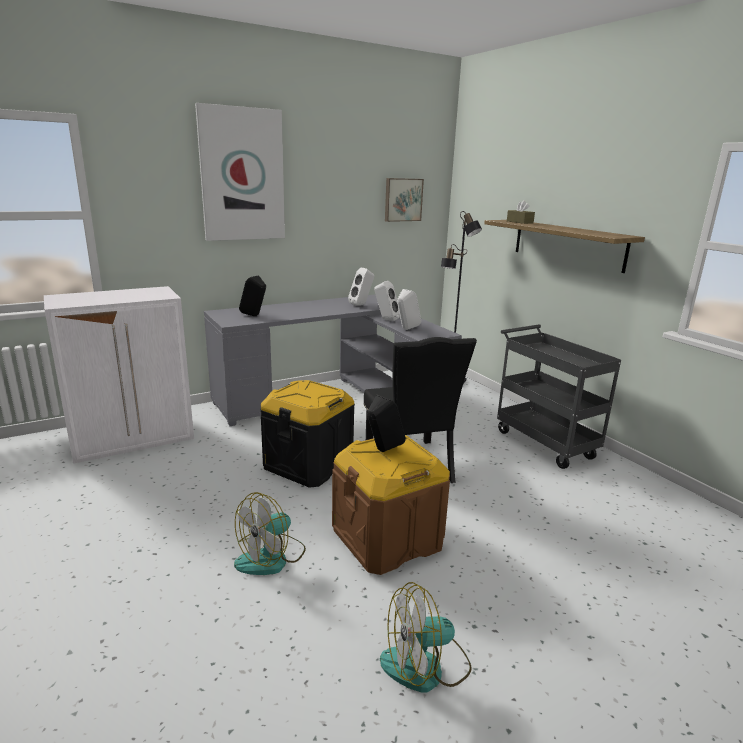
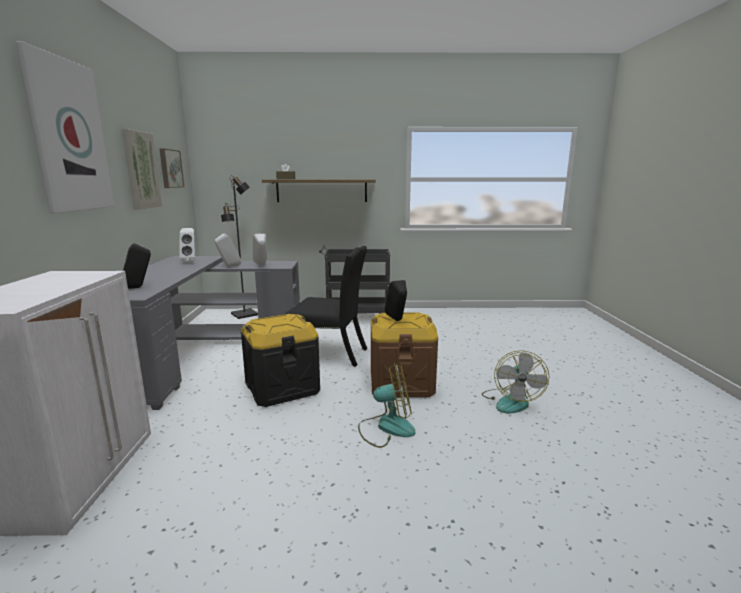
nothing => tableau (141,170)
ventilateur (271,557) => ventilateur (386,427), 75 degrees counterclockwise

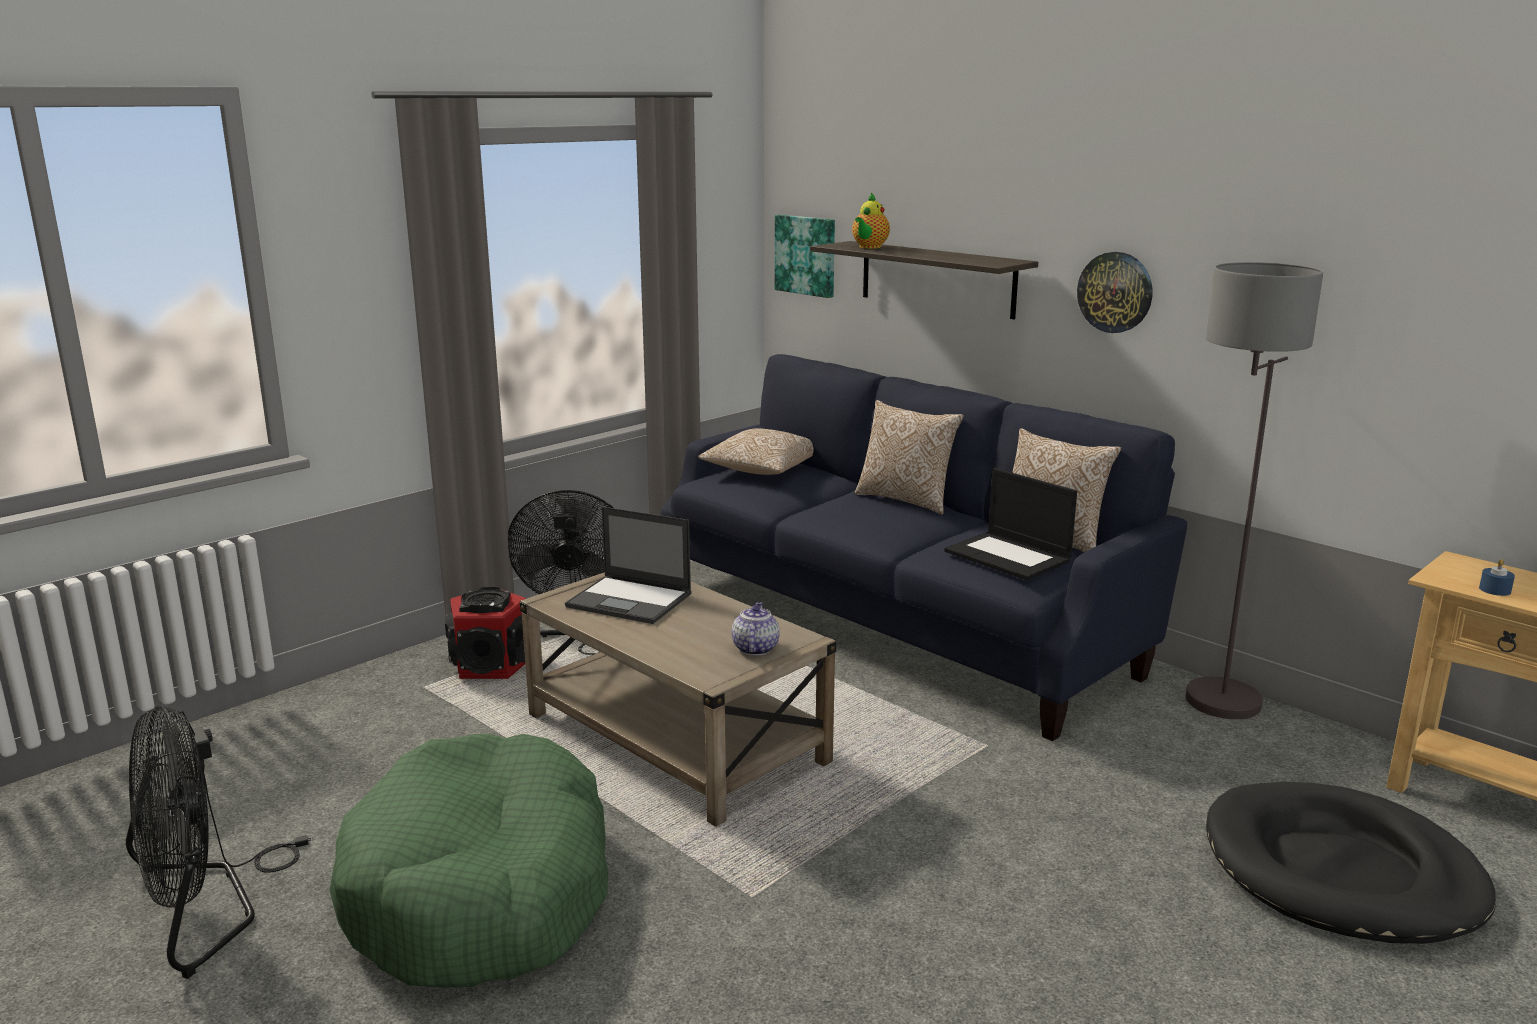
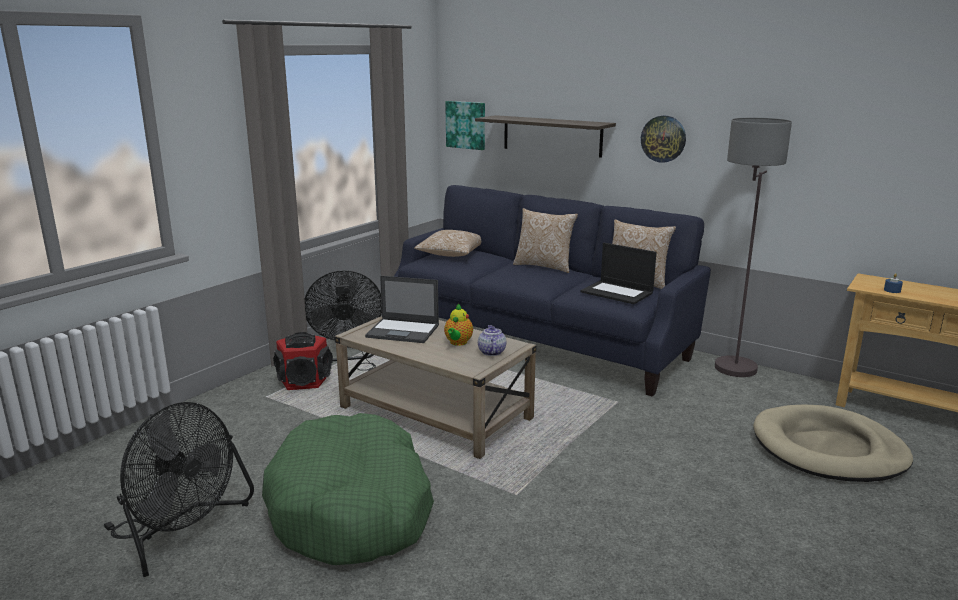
ventilateur/noir (209,901) => ventilateur/noir (177,532), 105 degrees counterclockwise
théière (869,247) => théière (458,343), moved
panier pour chien/noir (1341,871) => panier pour chien/beige (828,449)

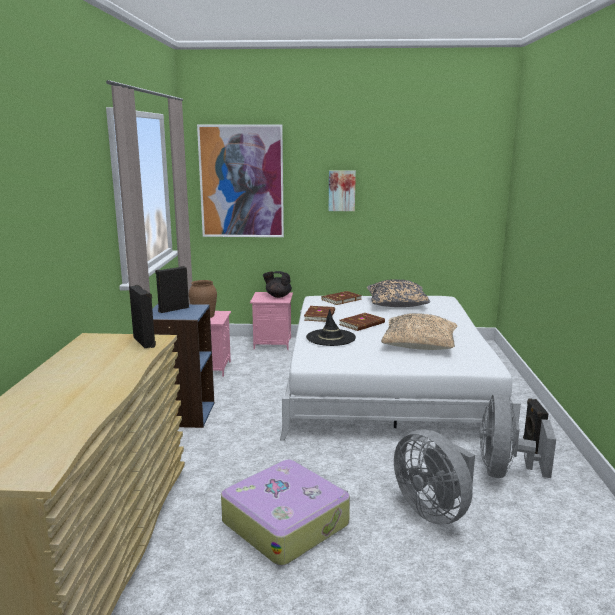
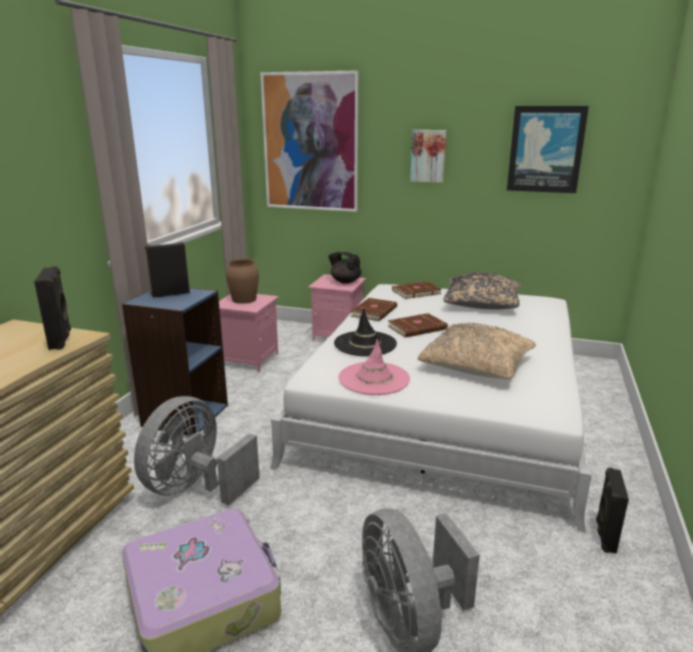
ventilateur/gris (505,471) => ventilateur/gris (195,487), moved
nothing => chapeau/rose (374,378)
nothing => tableau (545,149)

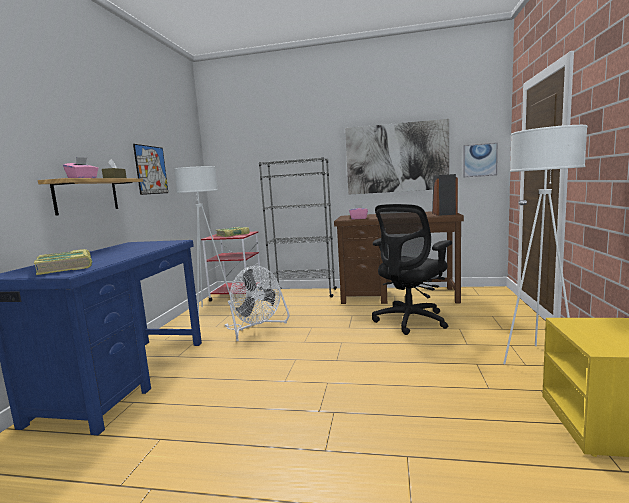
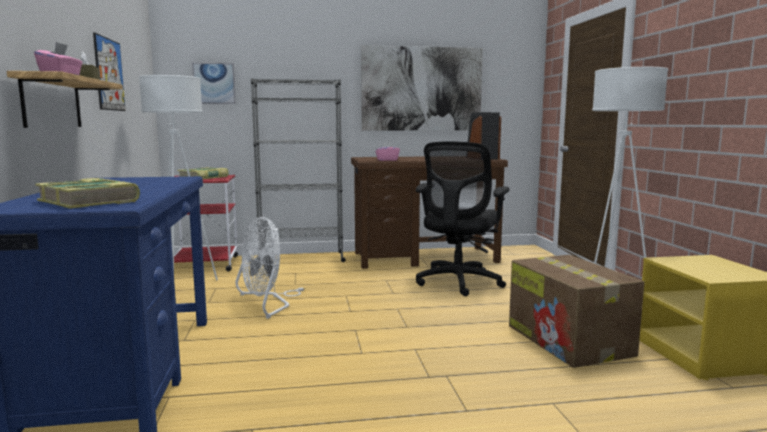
tableau (479,160) => tableau (214,83), moved
ventilateur/blanc (254,329) => ventilateur/blanc (269,302), 120 degrees clockwise
nothing => carton (570,341)

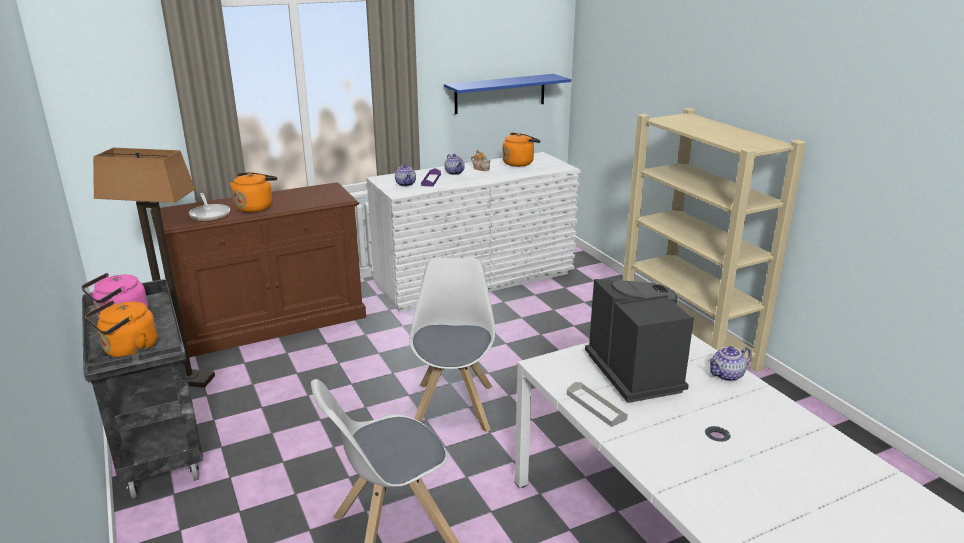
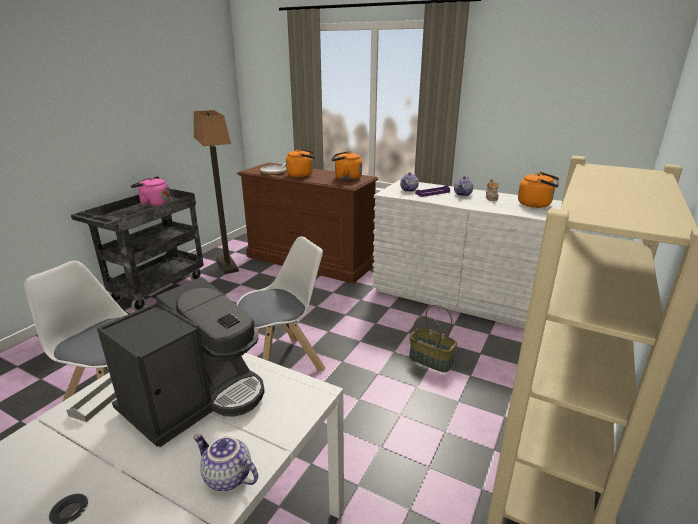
bouilloire/orange (128,350) => bouilloire/orange (346,178), moved
nothing => panier (431,360)
étagère/bleu (500,93) => nothing

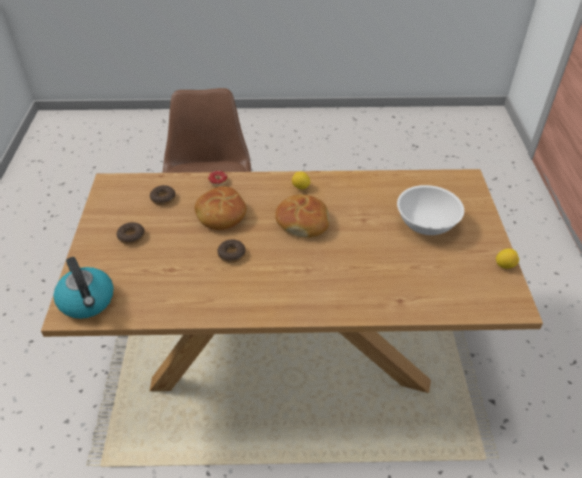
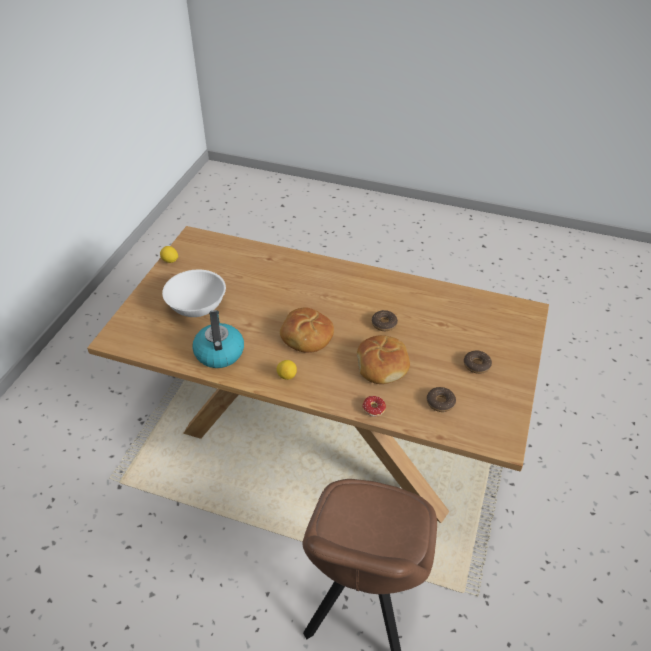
bouilloire (88,301) => bouilloire (219,352), moved

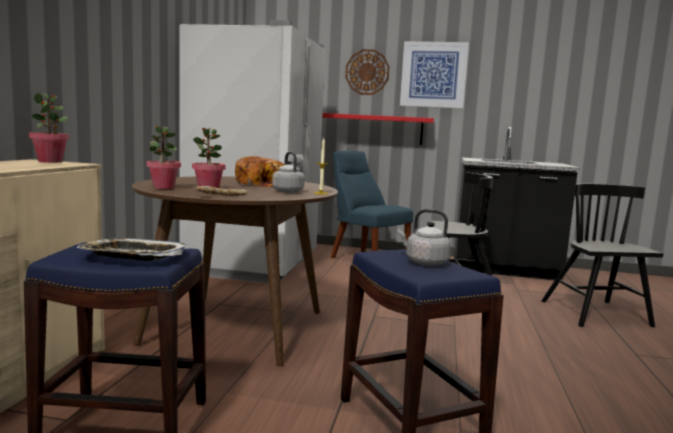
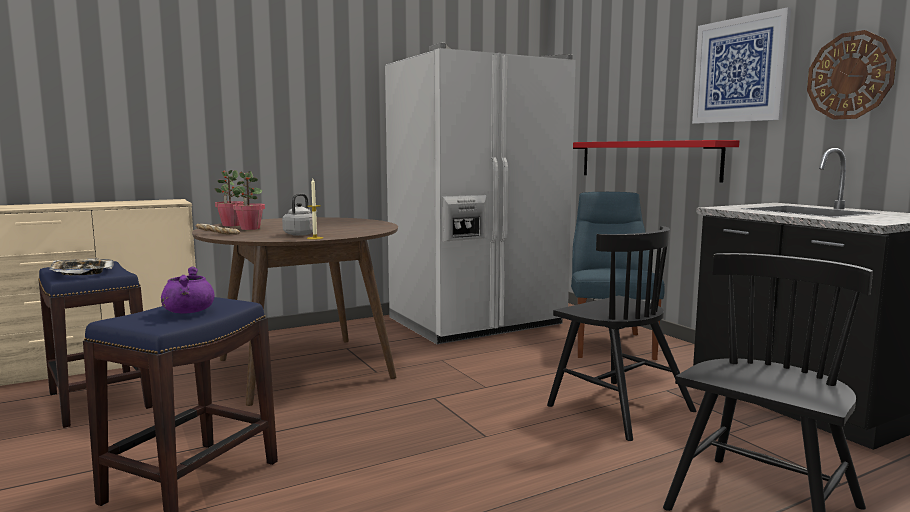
bouilloire/gris (424,262) => marmite/violet (188,311)
horloge murale (367,72) => horloge murale (850,76), moved
plante en pot (50,161) => nothing
pain (263,184) => nothing

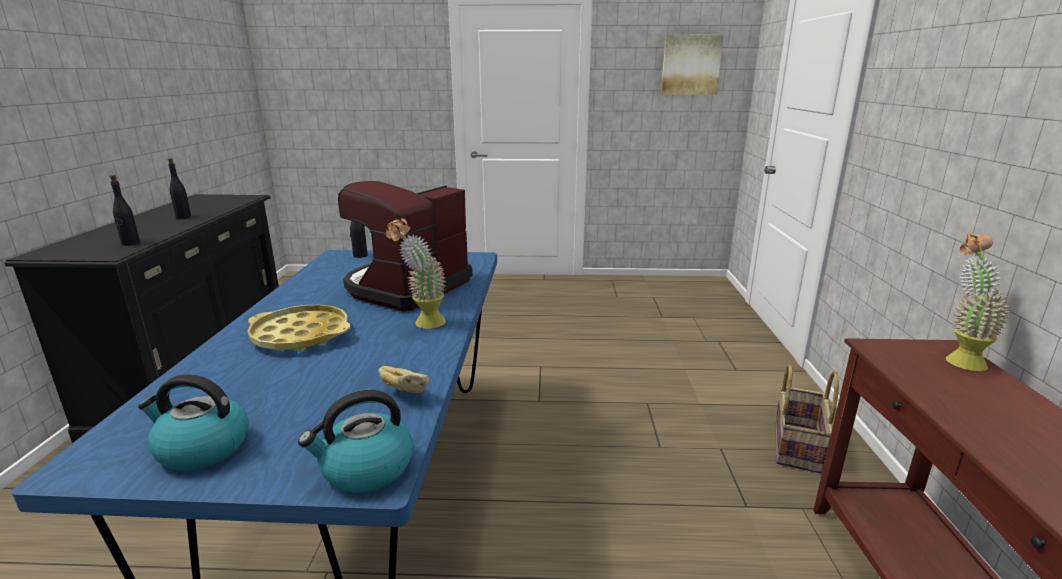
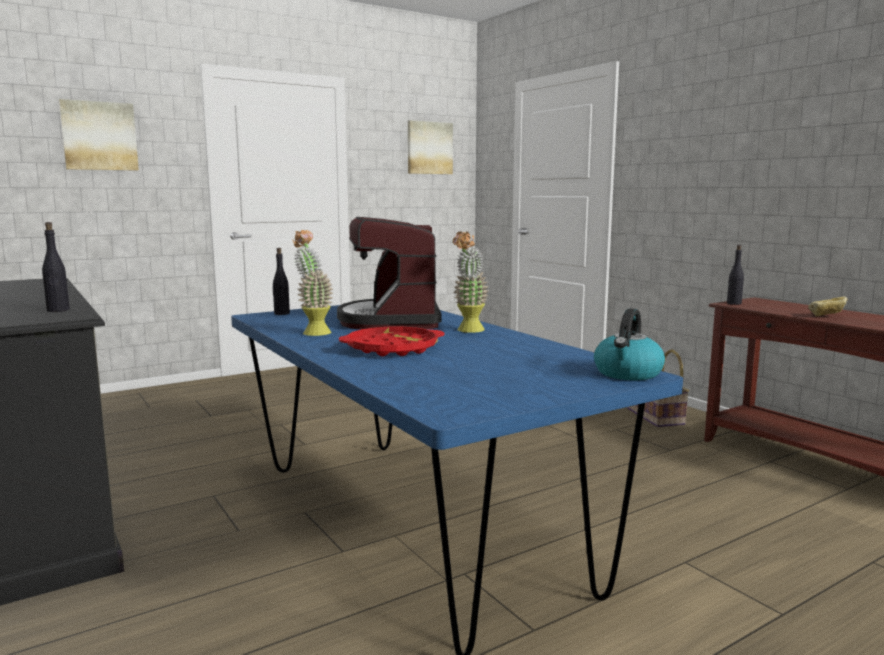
nothing => tableau (99,136)
plante en pot (958,358) => plante en pot (313,332), moved
plateau/jaune (301,335) => plateau/rouge (392,349)
bouteille/noir (183,216) => bouteille/noir (734,303), moved
pain (404,394) => pain (826,317), moved
bouilloire (202,448) => nothing

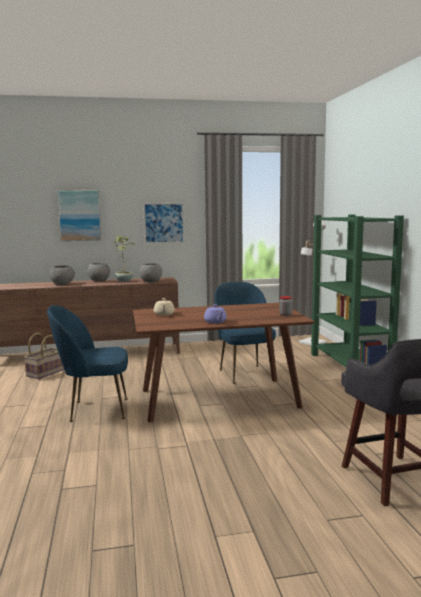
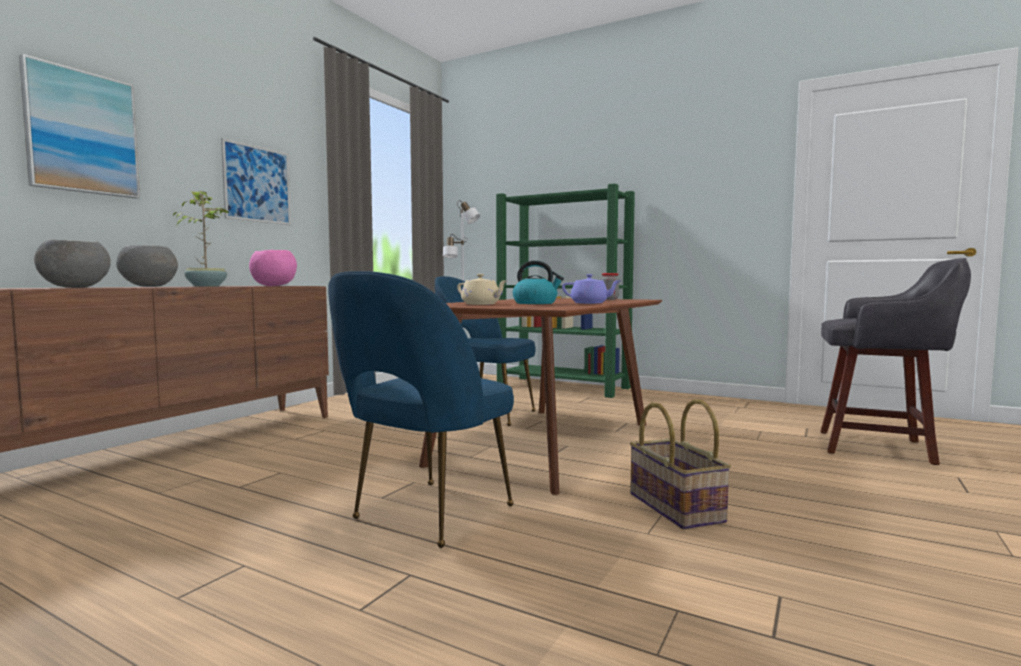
bol/gris (151,282) => bol/rose (274,286)
nothing => bouilloire (536,303)
panier (45,372) => panier (674,507), moved

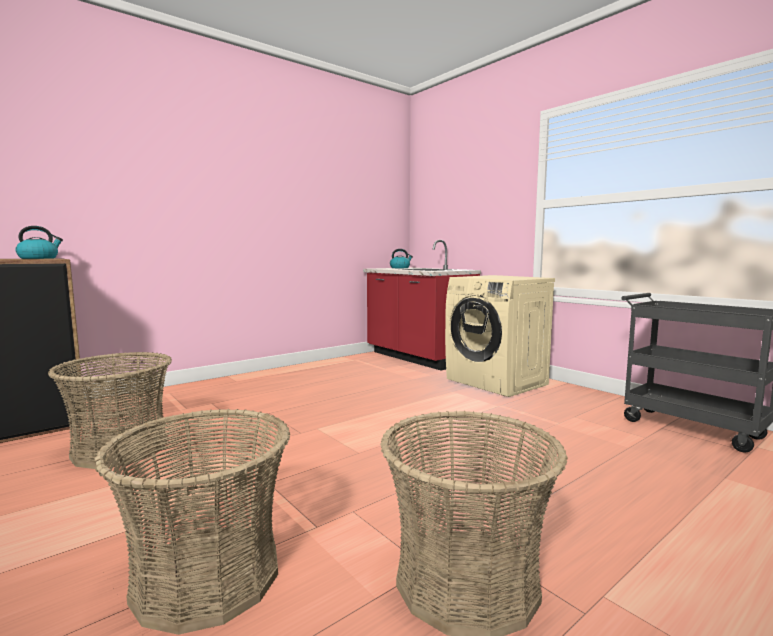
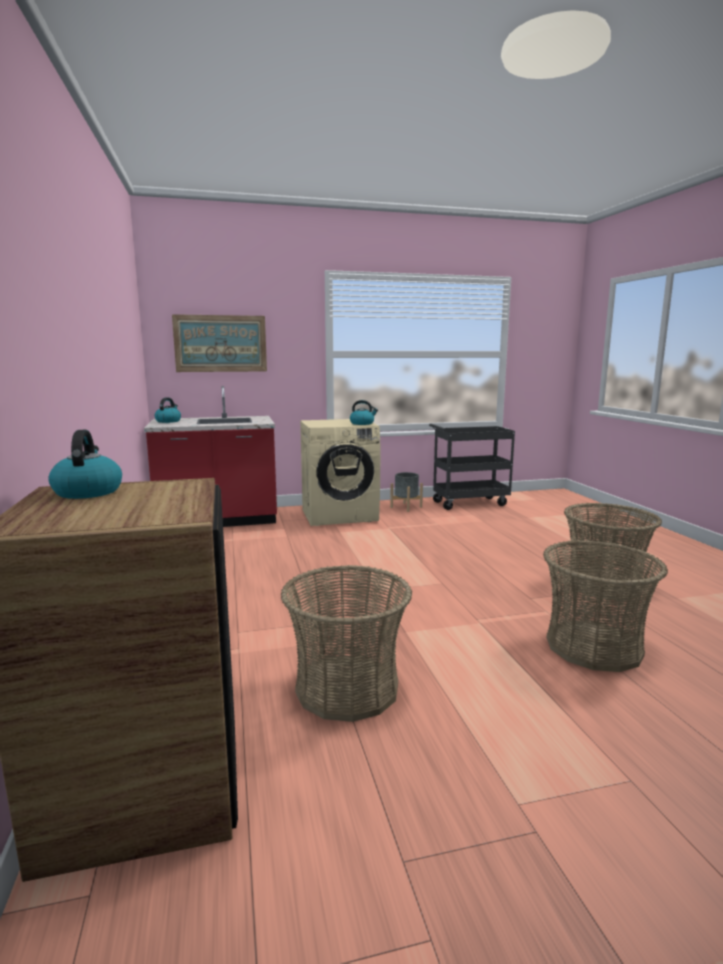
nothing => tableau (220,343)
nothing => bouilloire (362,423)
nothing => cache-pot/gris (406,507)

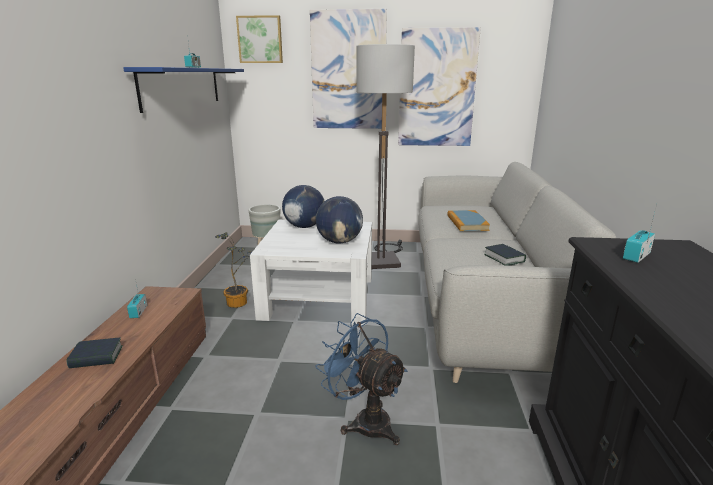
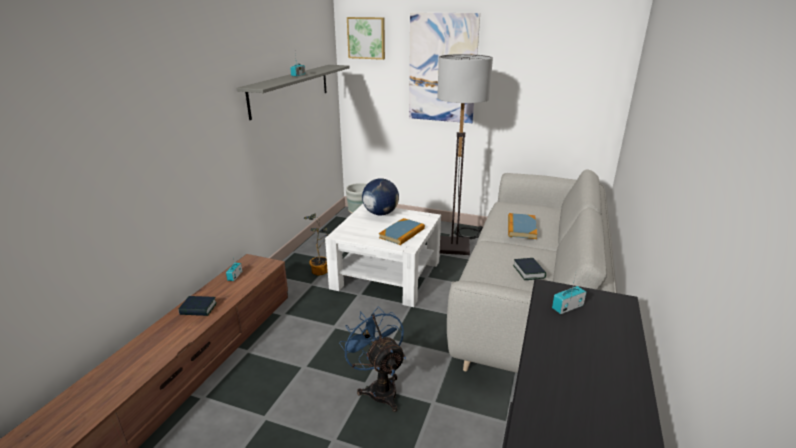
étagère/bleu (183,87) => étagère/gris (291,89)
globe (339,242) => livre (402,233)
tableau (437,89) => nothing

